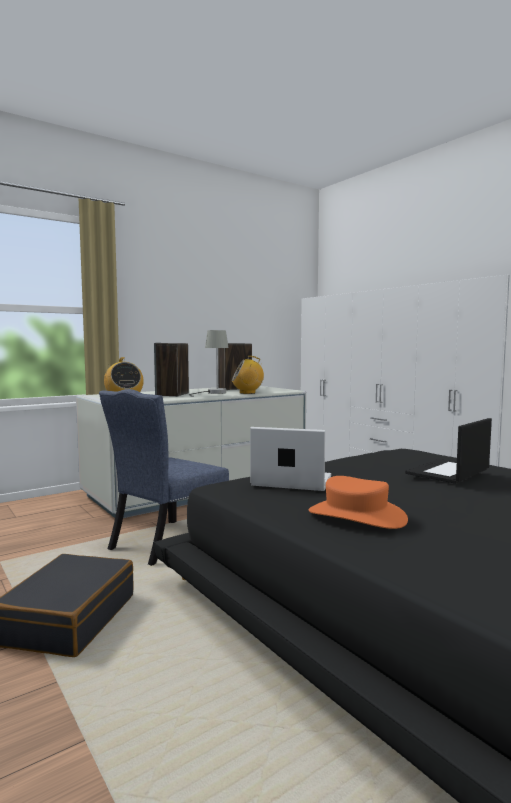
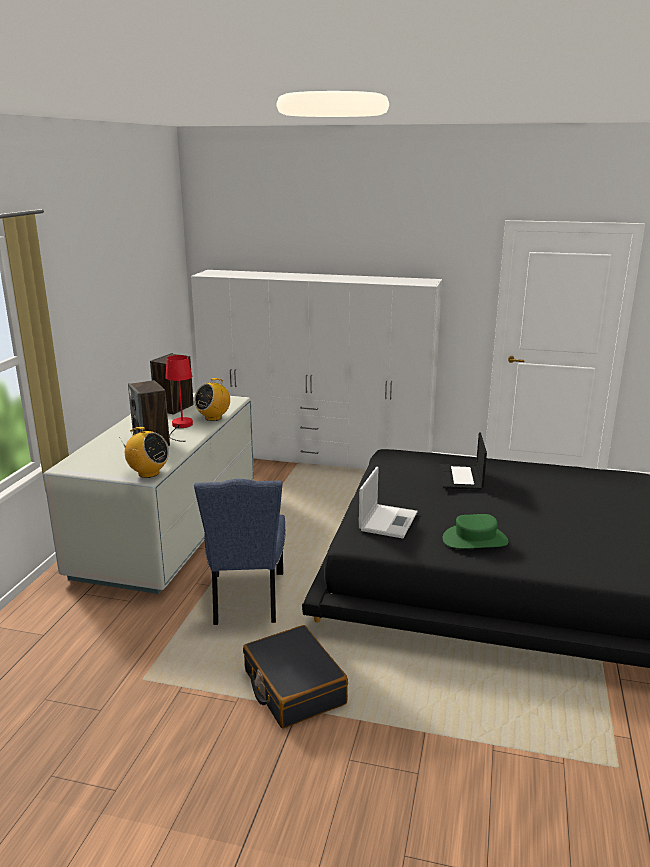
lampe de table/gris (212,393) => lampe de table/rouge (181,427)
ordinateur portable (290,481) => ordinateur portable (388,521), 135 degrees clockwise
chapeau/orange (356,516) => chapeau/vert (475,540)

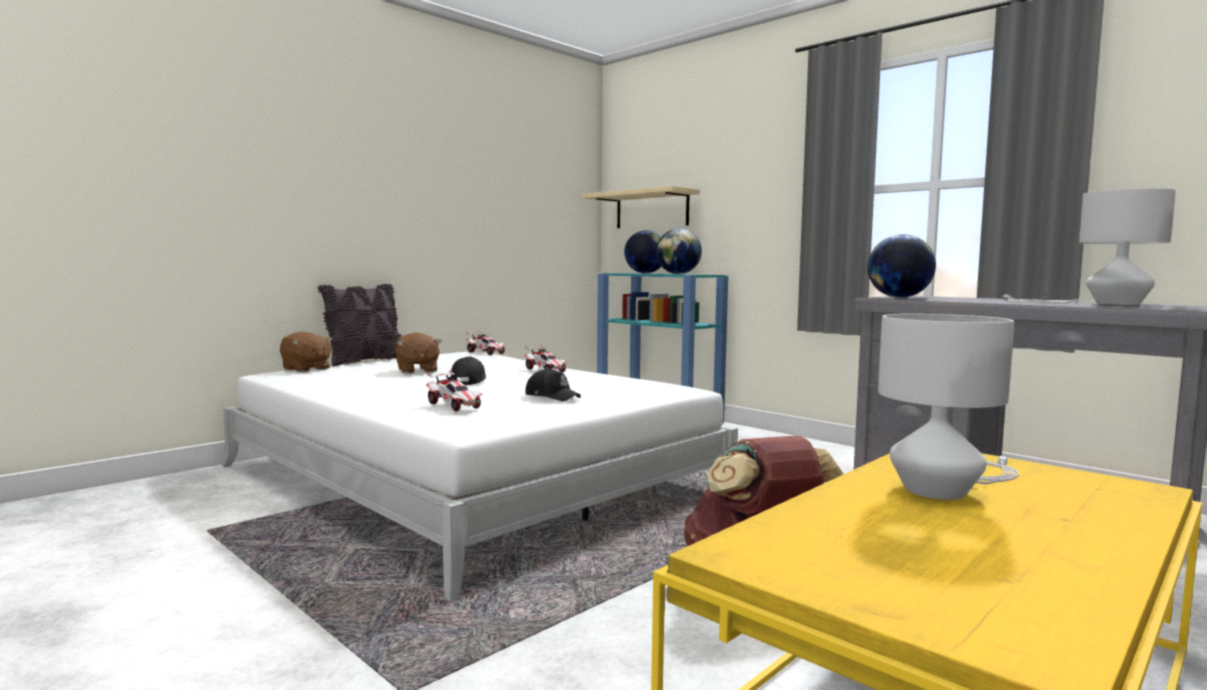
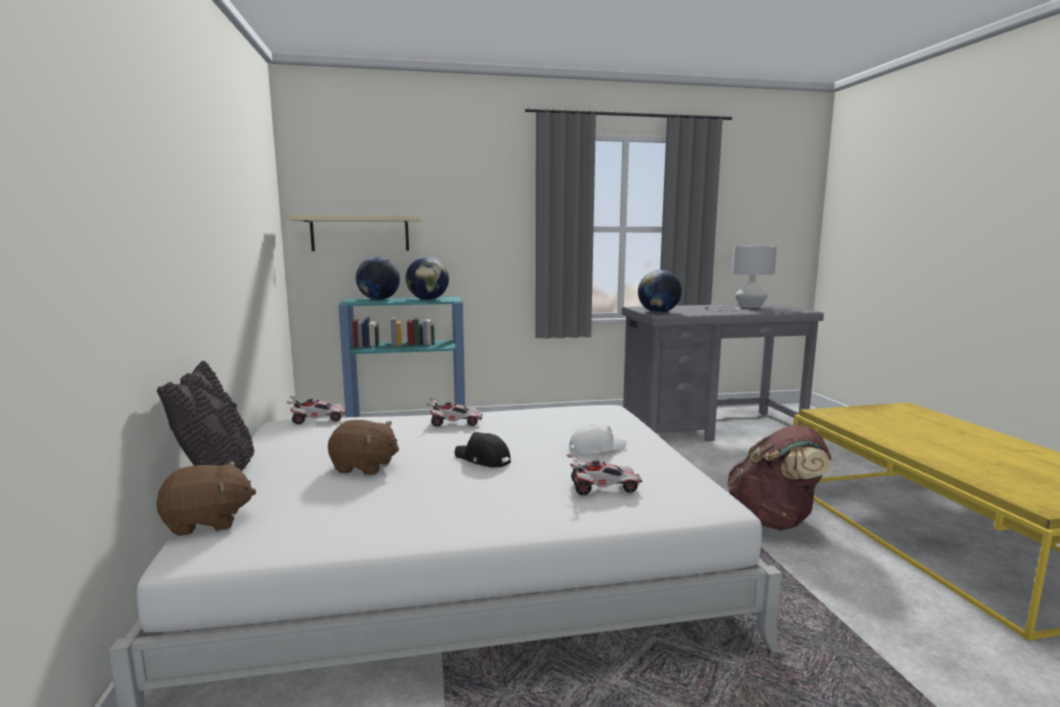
casquette/noir (552,396) => casquette/blanc (596,448)
lampe de table/blanc (951,482) => nothing

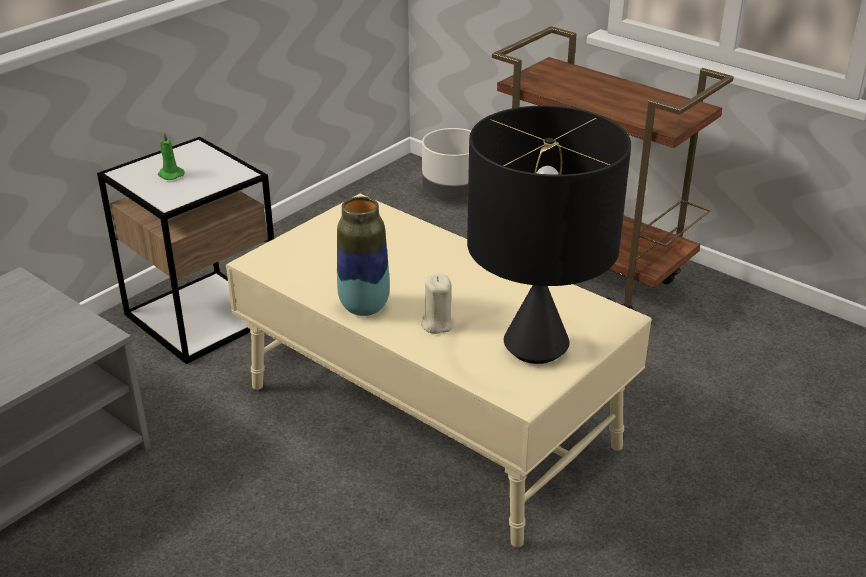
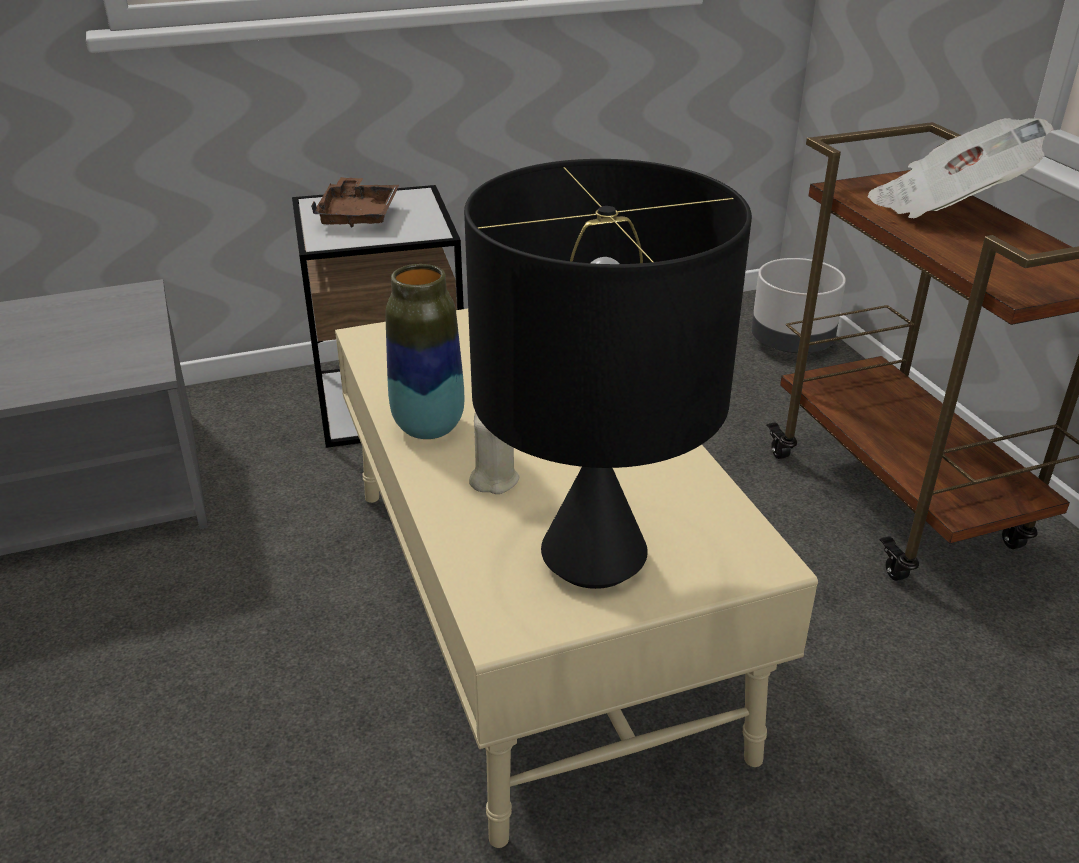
bougie/vert (170,174) => plateau/marron (358,215)
nothing => journal (947,207)

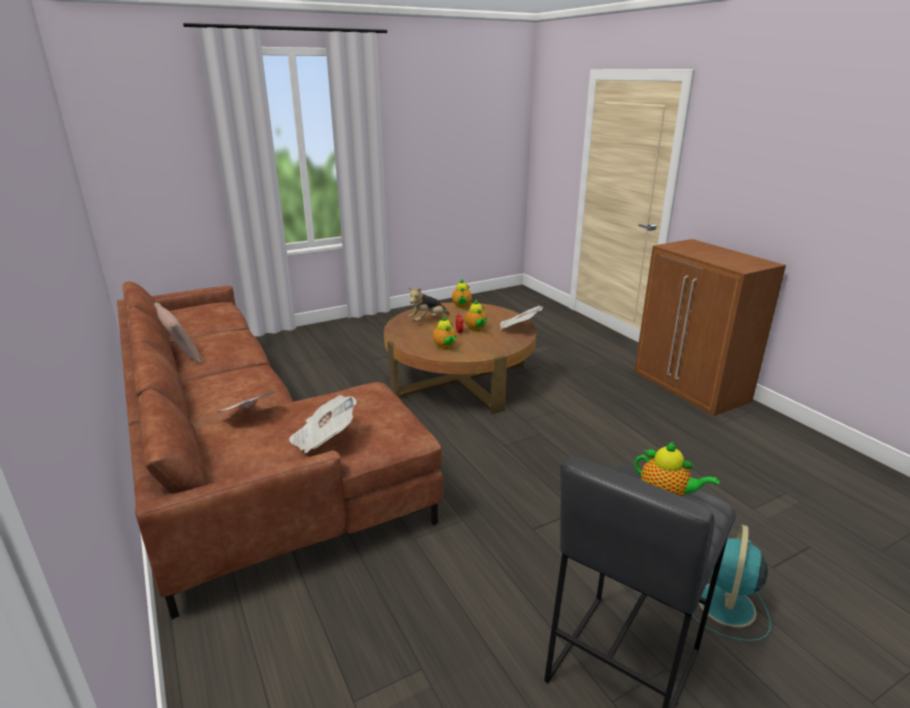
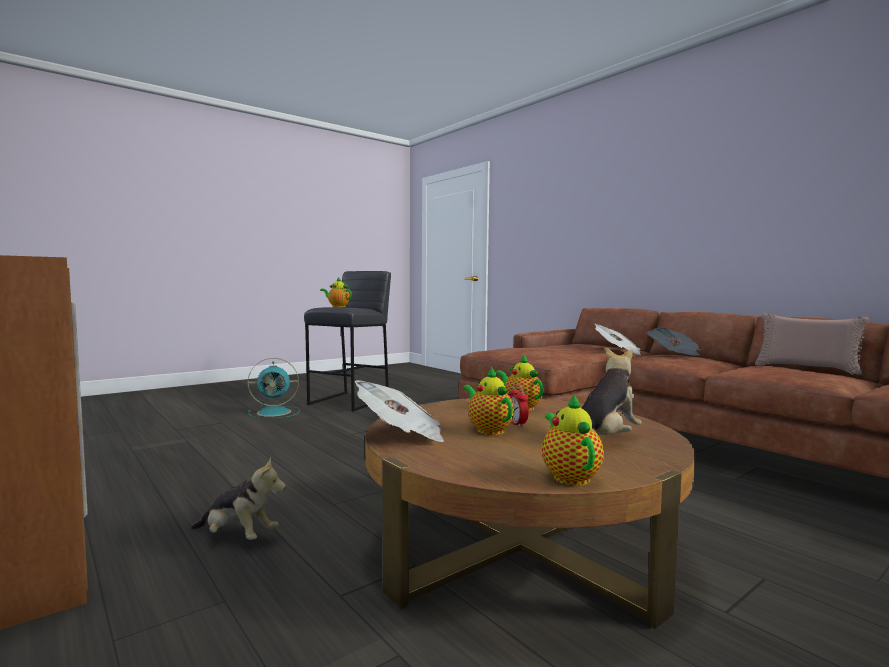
nothing => peluche (238,537)
ventilateur/turquoise (726,607) => ventilateur/turquoise (275,412), 60 degrees clockwise
journal (324,438) => journal (675,356), moved

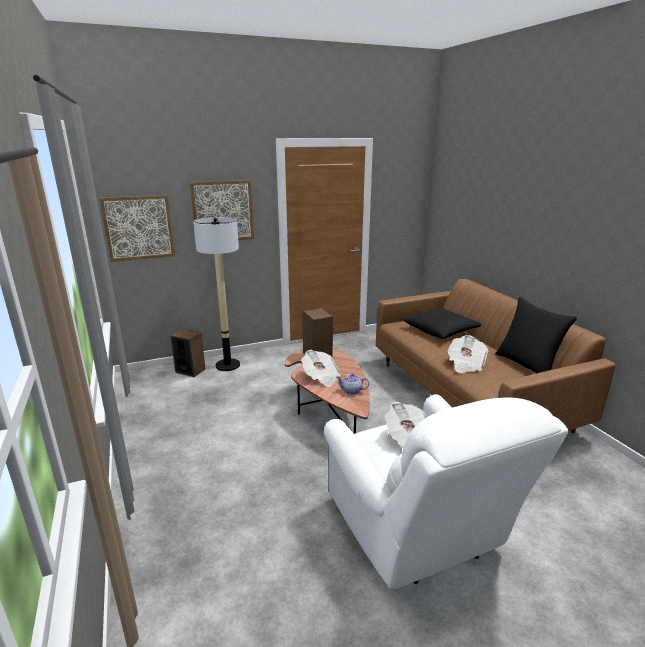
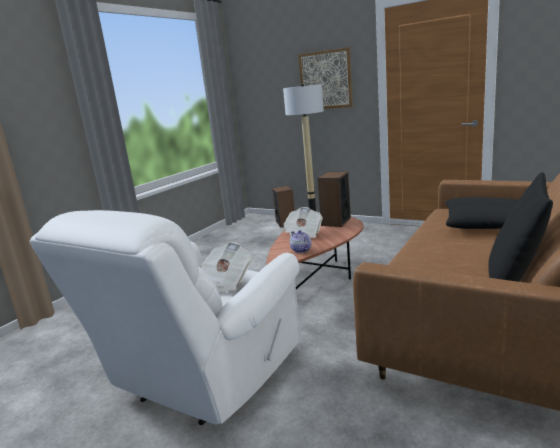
tableau (138,227) => nothing
journal (465,364) => nothing

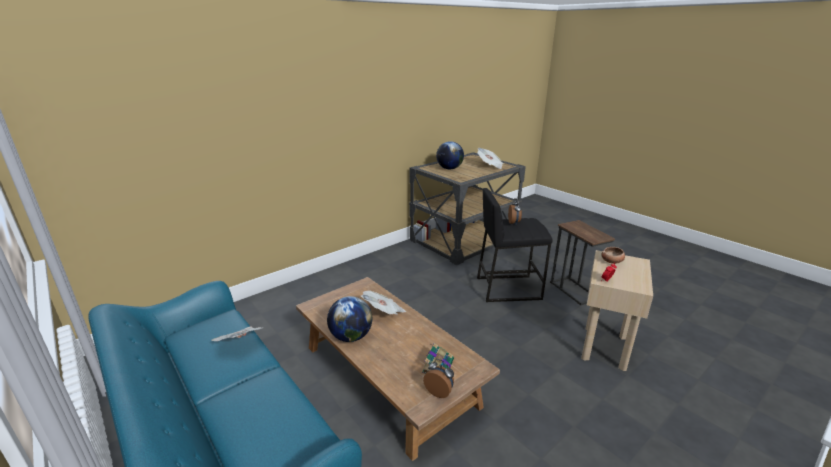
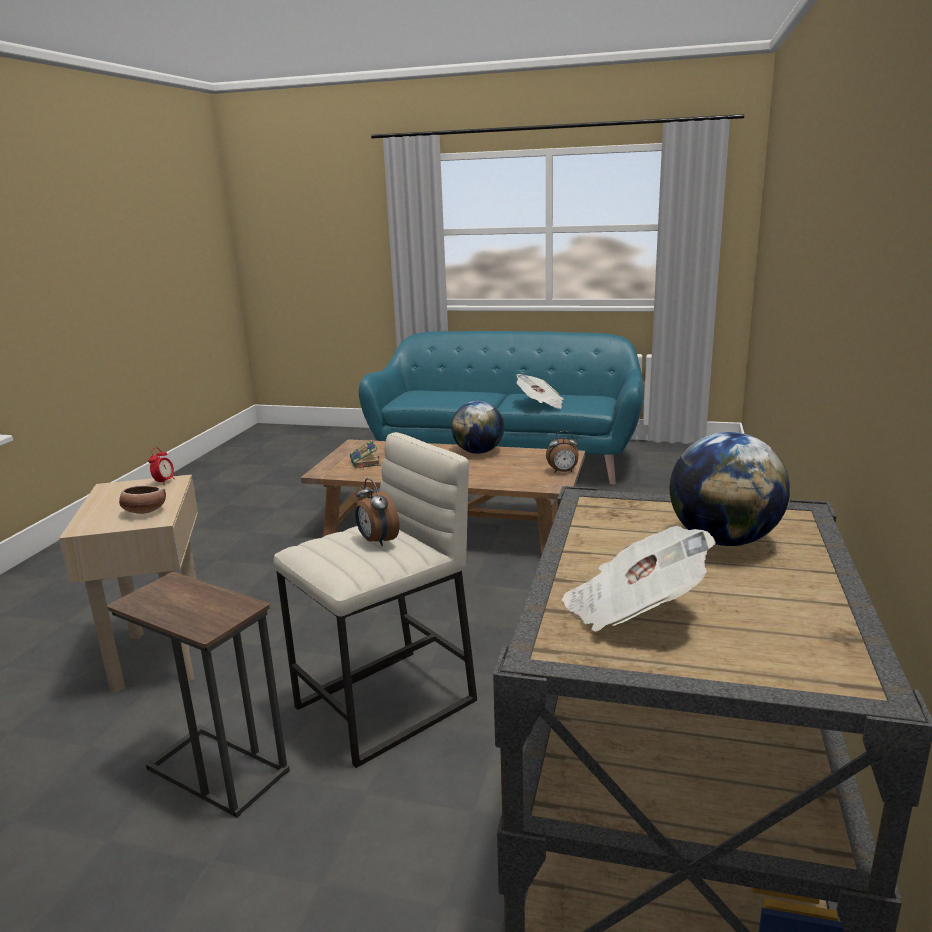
tabouret/noir (508,288) => tabouret/beige (386,703)
réveil (439,391) => réveil (563,472), moved
journal (384,312) => nothing

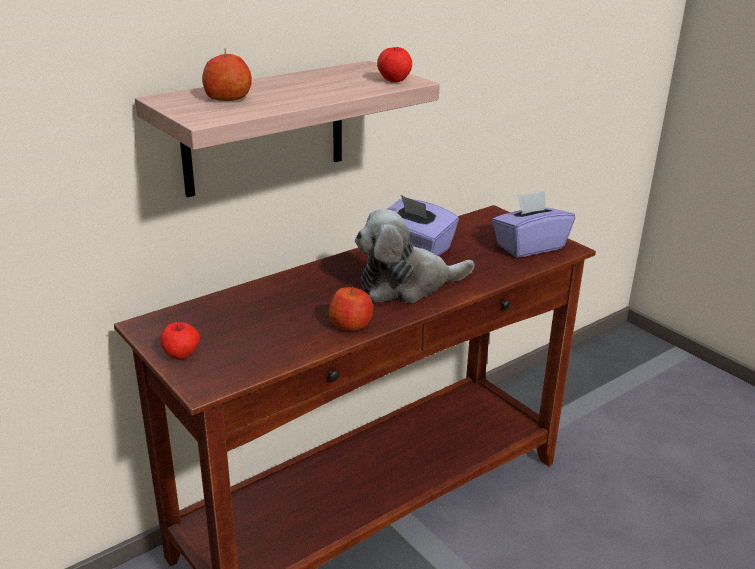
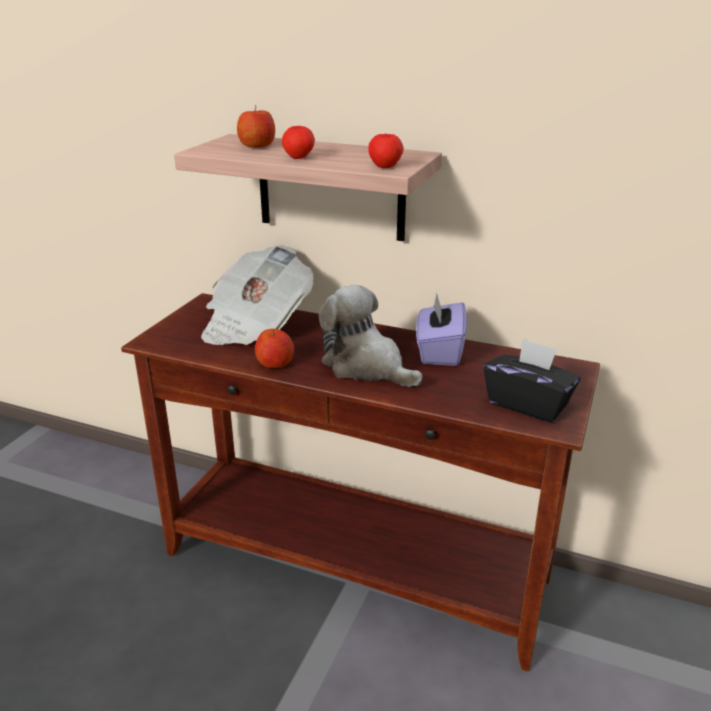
nothing => journal (255,325)
pomme (181,355) => pomme (299,157), moved
boîte à mouchoirs/violet (529,246) => boîte à mouchoirs/noir (528,404)

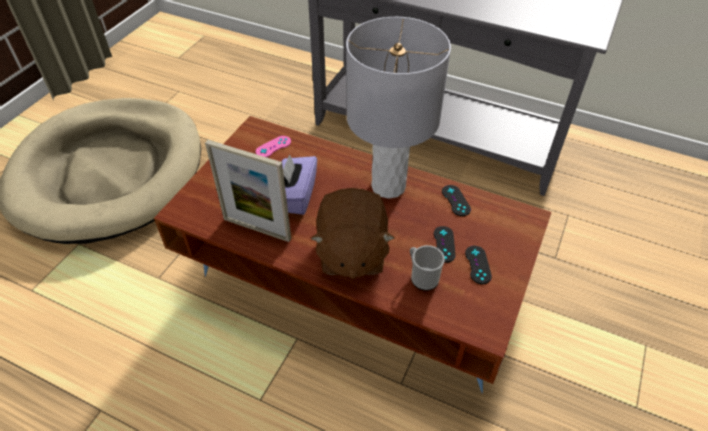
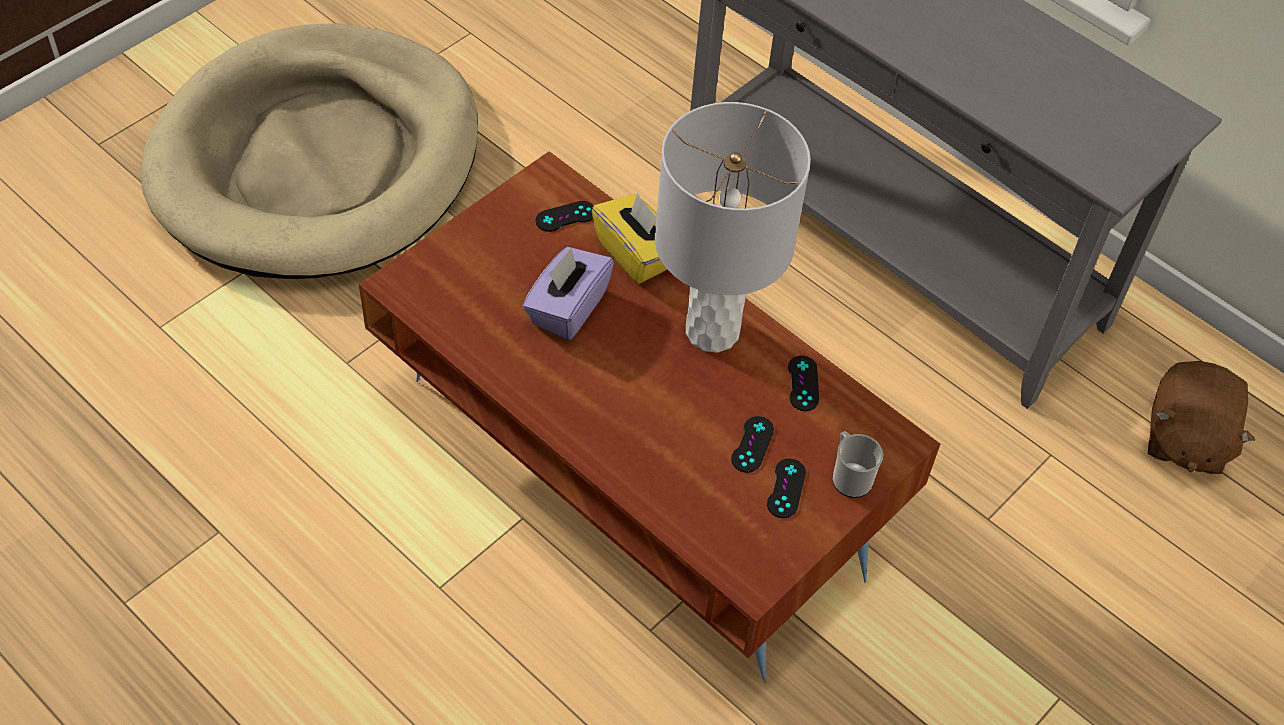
manette/rose (273,147) => manette/noir (565,216)
nothing => boîte à mouchoirs/jaune (636,254)
mug (422,277) => mug (849,477), moved
peluche/marron (351,252) => peluche/marron (1185,439), moved
cadre photo (257,229) => nothing

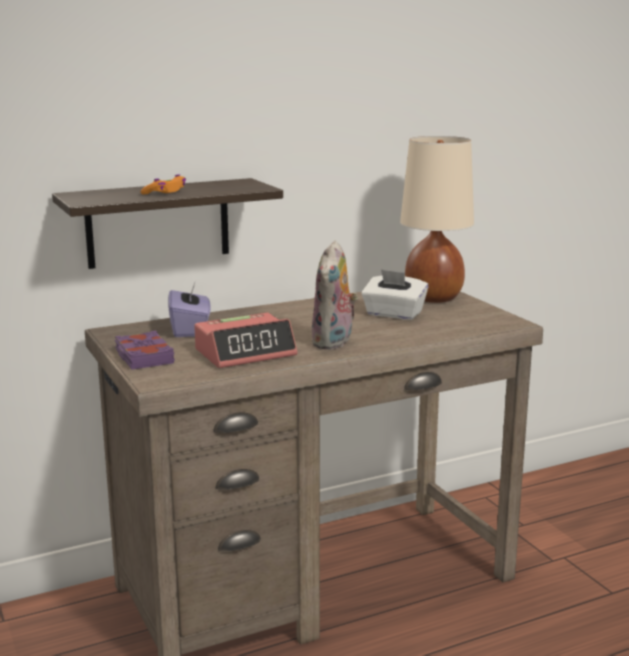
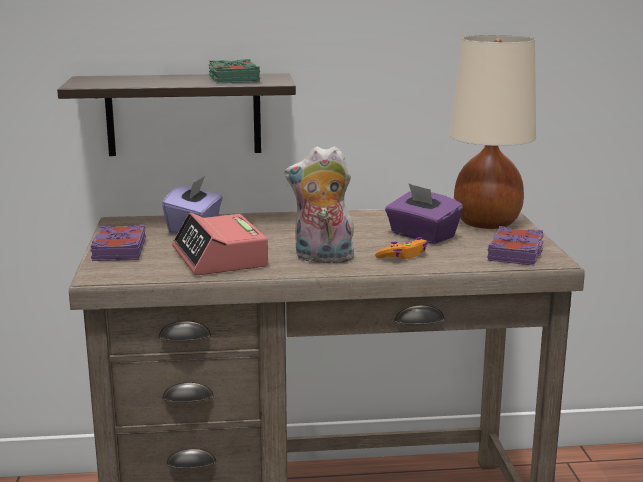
réveil (246,352) => réveil (220,258), 75 degrees clockwise
nothing => livre/vert (233,79)
peluche (334,343) => peluche (322,259), 60 degrees clockwise
manette/orange (165,192) => manette/orange (403,256), moved
boîte à mouchoirs/blanc (393,314) => boîte à mouchoirs/violet (422,236)
nothing => livre/violet (516,253)

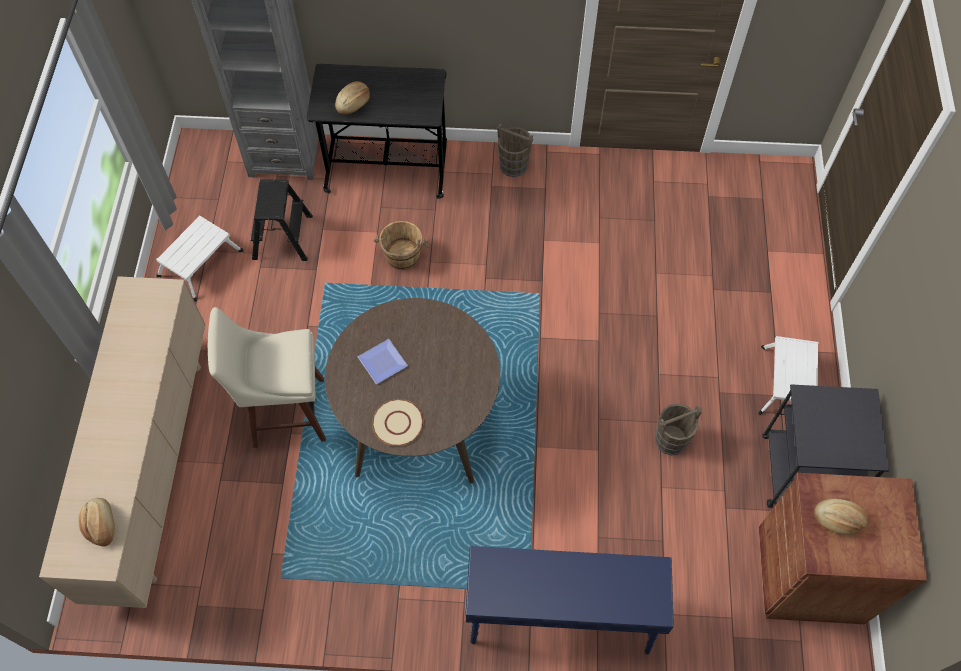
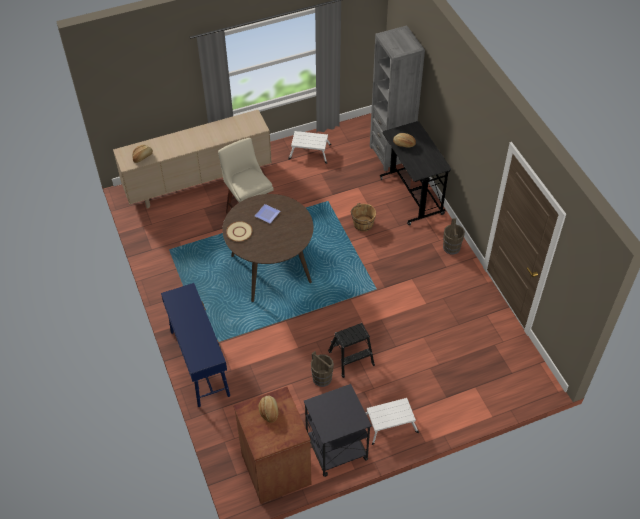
escabeau/noir (282,237) => escabeau/noir (351,358), moved

